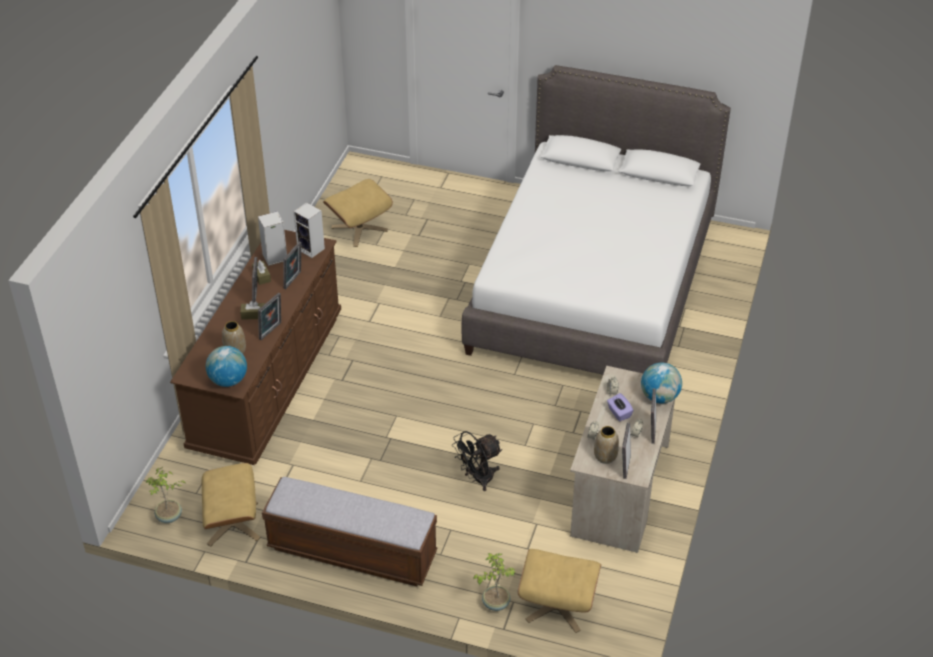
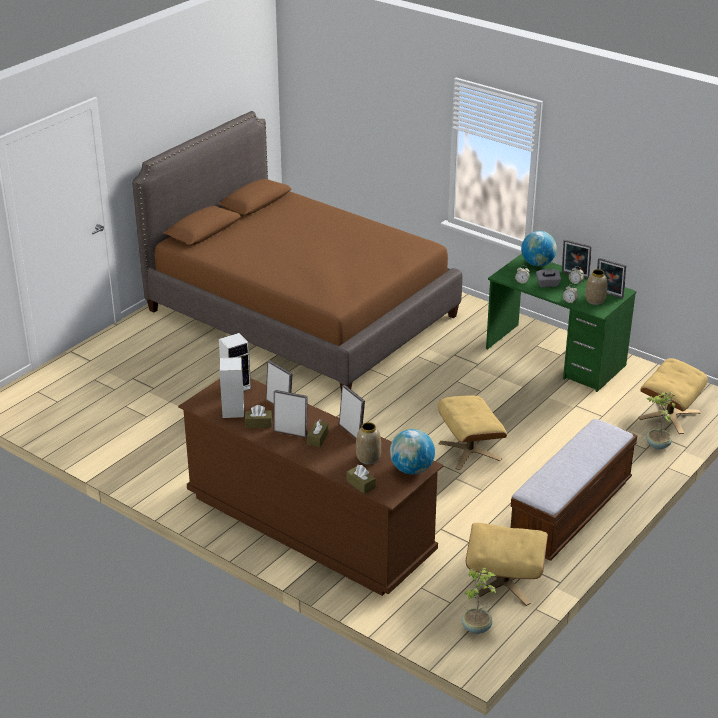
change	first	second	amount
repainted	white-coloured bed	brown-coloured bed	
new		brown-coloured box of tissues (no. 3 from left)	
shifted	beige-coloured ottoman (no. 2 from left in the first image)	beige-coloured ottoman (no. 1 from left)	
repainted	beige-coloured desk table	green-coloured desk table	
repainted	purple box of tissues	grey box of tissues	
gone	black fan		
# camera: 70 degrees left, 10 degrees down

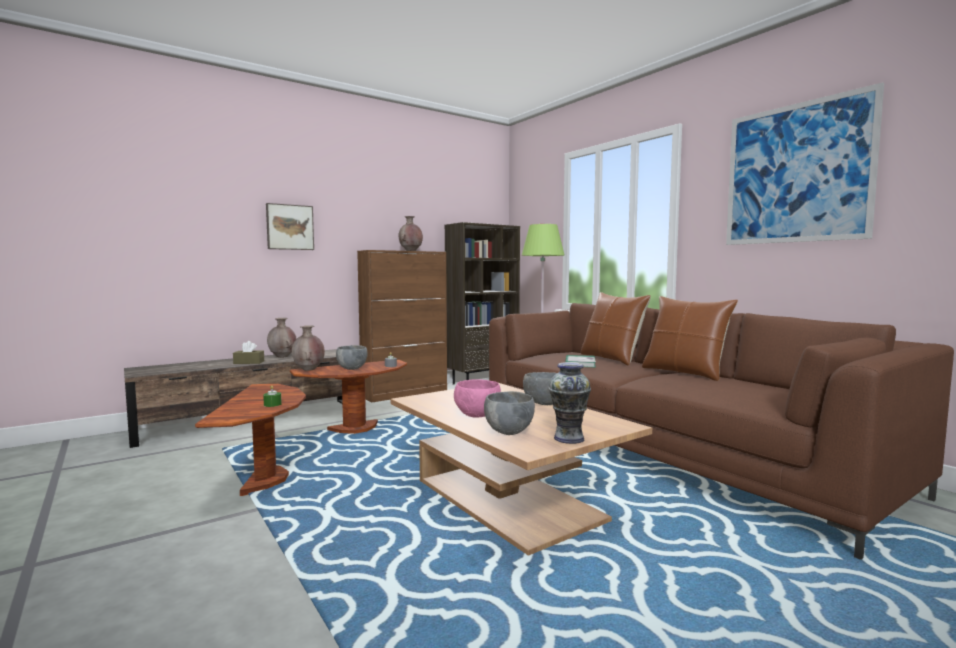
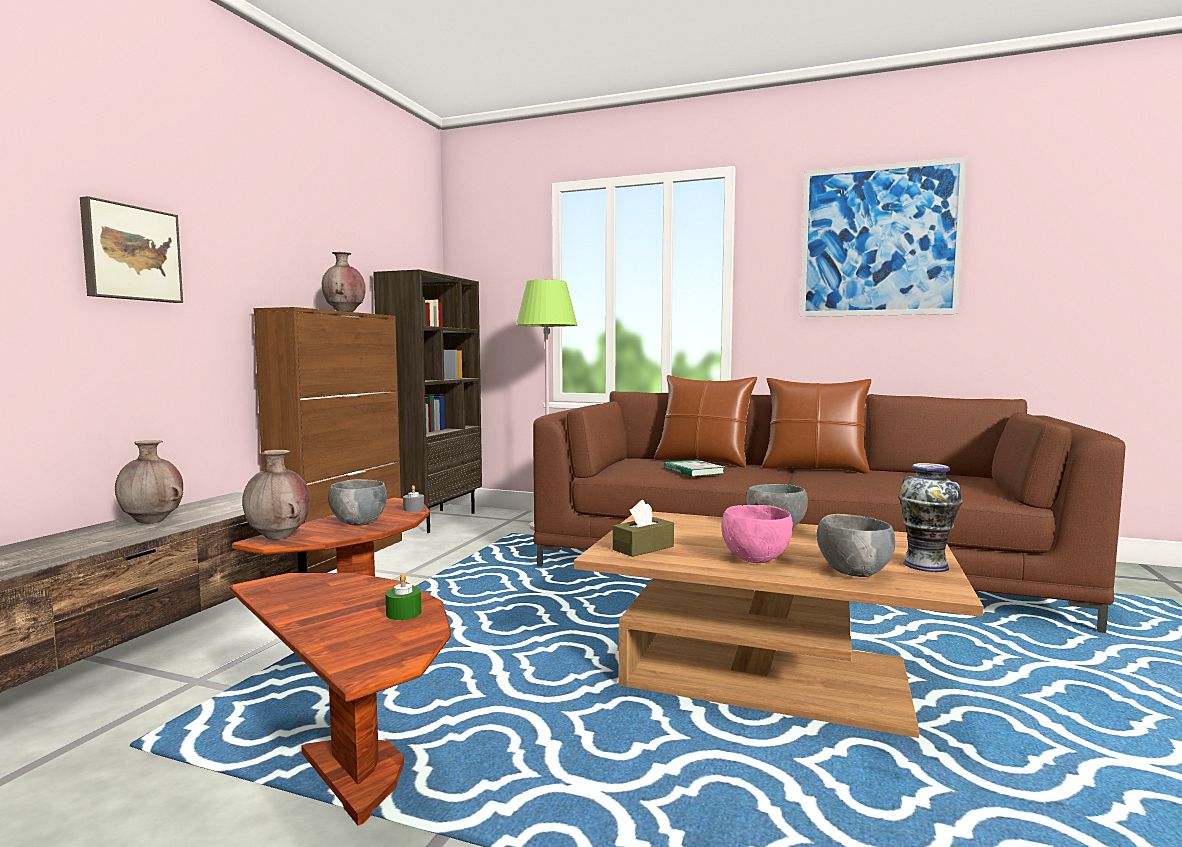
change	first	second	amount
shifted	brown-coloured box of tissues		
# camera: 35 degrees left, 0 degrees up

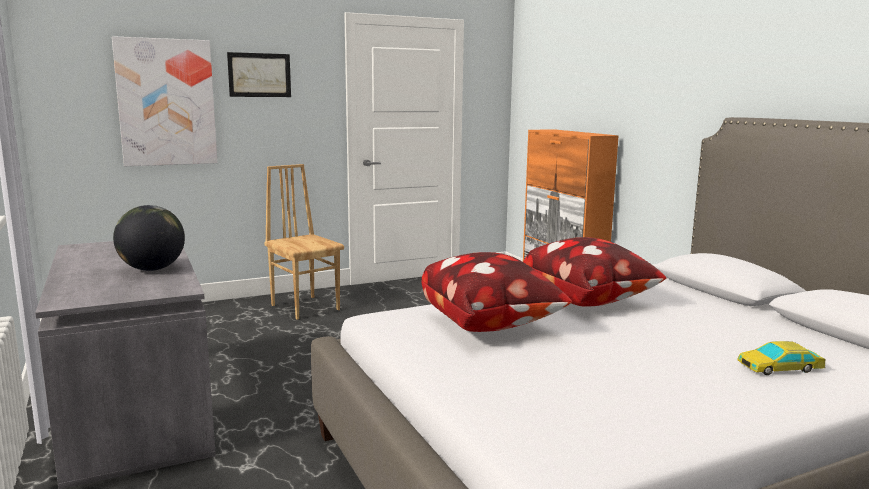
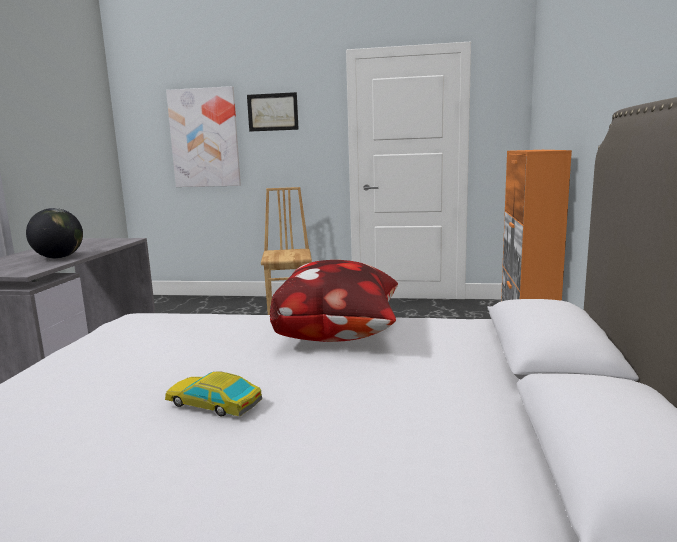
change	first	second	amount
shifted	toy car		
gone	cushion (no. 1 from left)		
# camera: 35 degrees right, 0 degrees up

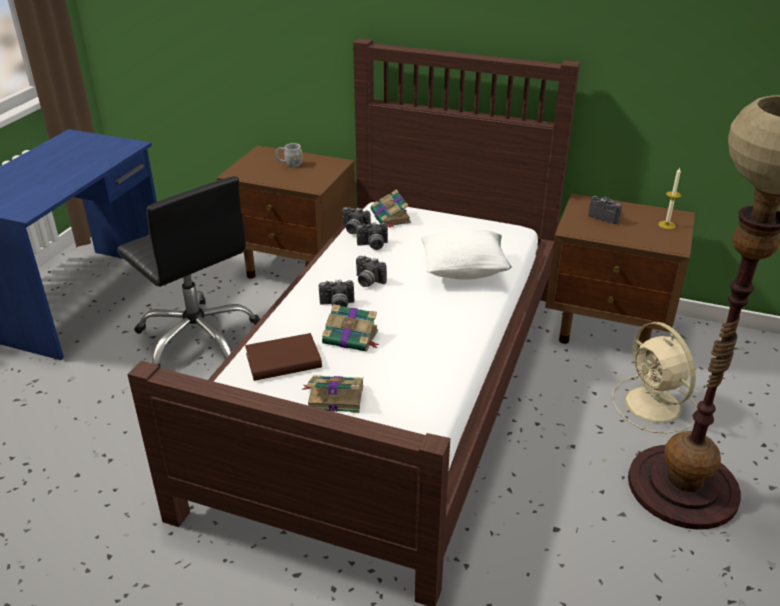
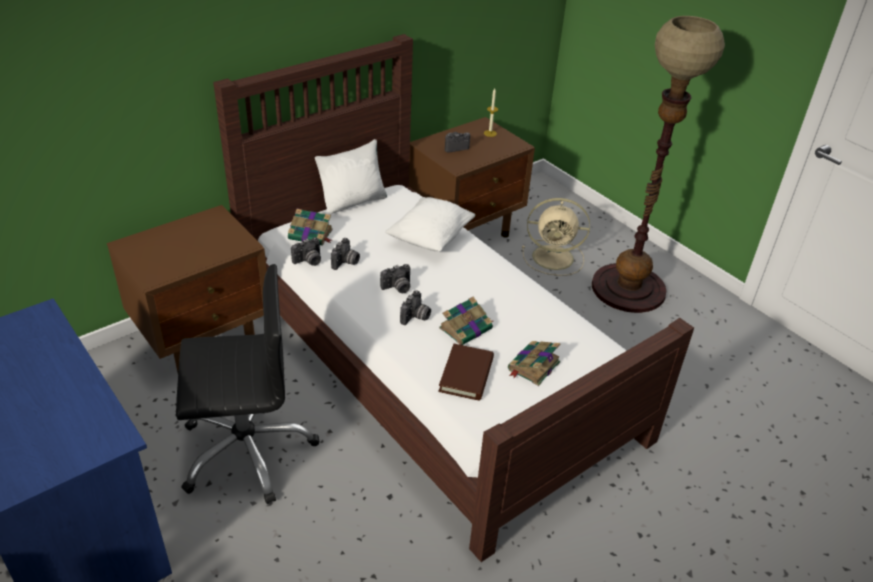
change	first	second	amount
new		white-coloured cushion (no. 1 from left)	
gone	grey coffee mug		
# camera: 60 degrees left, 5 degrees up

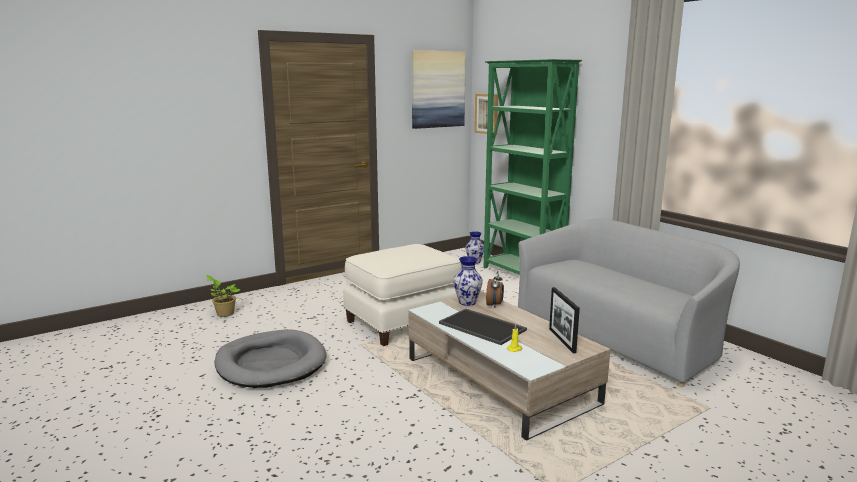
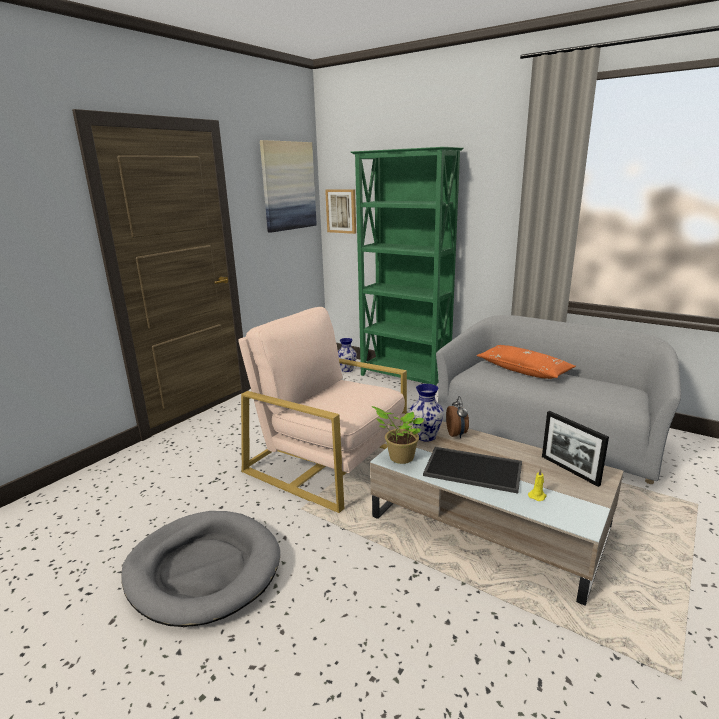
change	first	second	amount
swapped	white-coloured ottoman	beige-coloured armchair	
shifted	potted plant		
new		orange cushion	
# camera: 20 degrees left, 5 degrees up

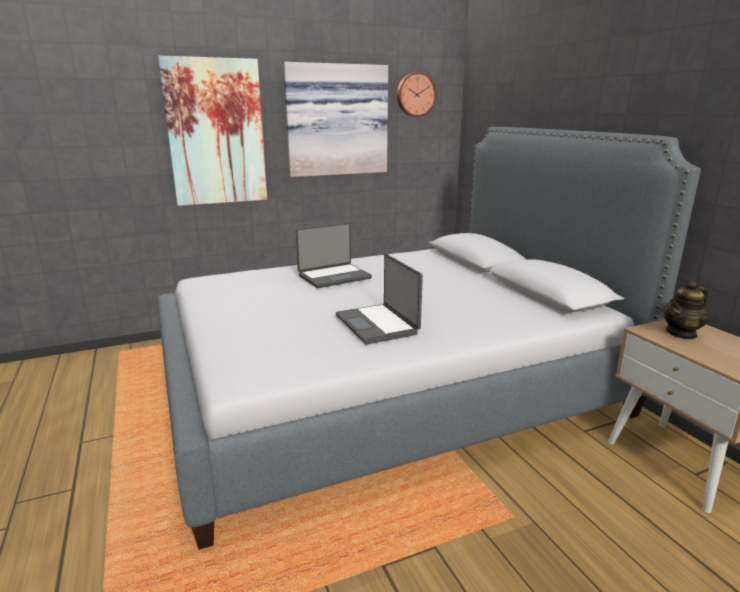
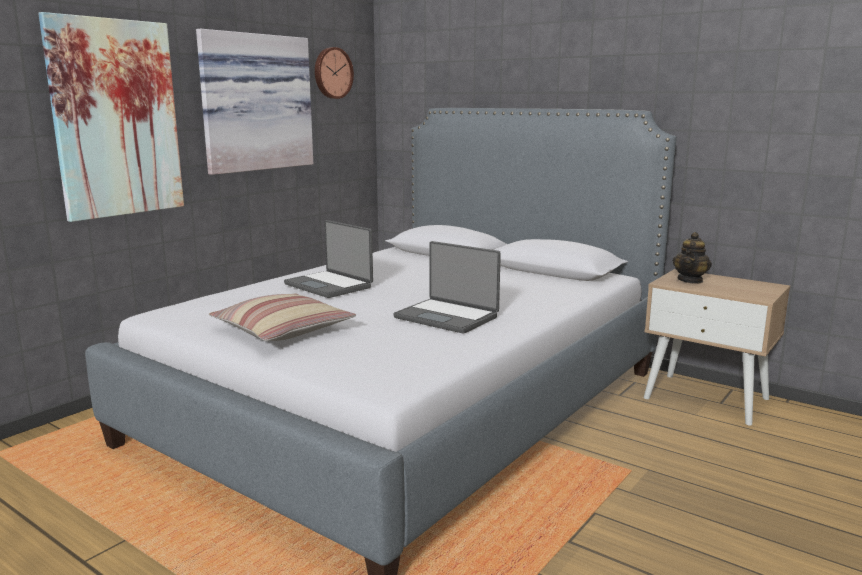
change	first	second	amount
new		cushion	
rotated	laptop (no. 1 from left)		105 degrees clockwise
# camera: 30 degrees left, 5 degrees down

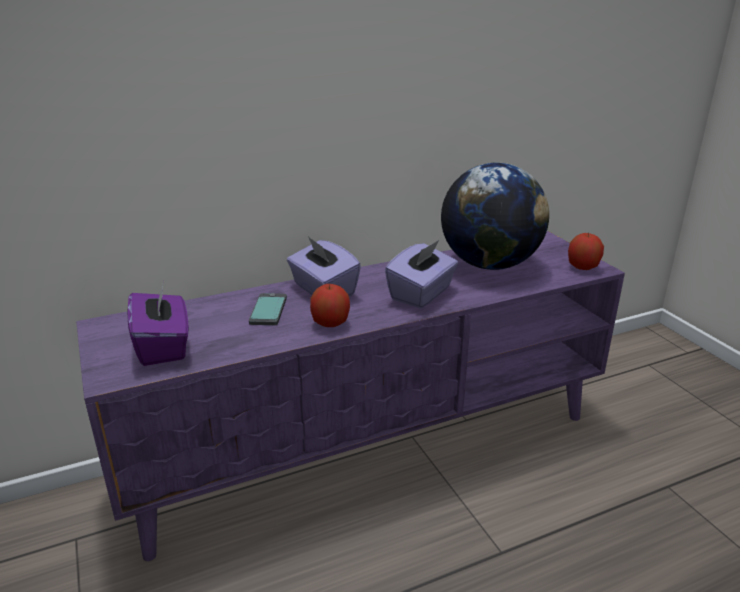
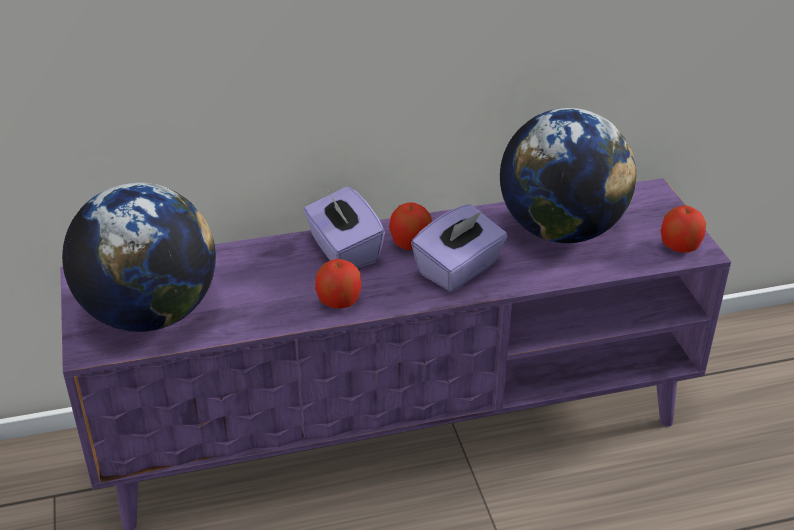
change	first	second	amount
swapped	purple box of tissues (no. 1 from left)	world globe (no. 1 from left)	
new		apple (no. 2 from left)	
gone	telephone		
# camera: 10 degrees right, 10 degrees up

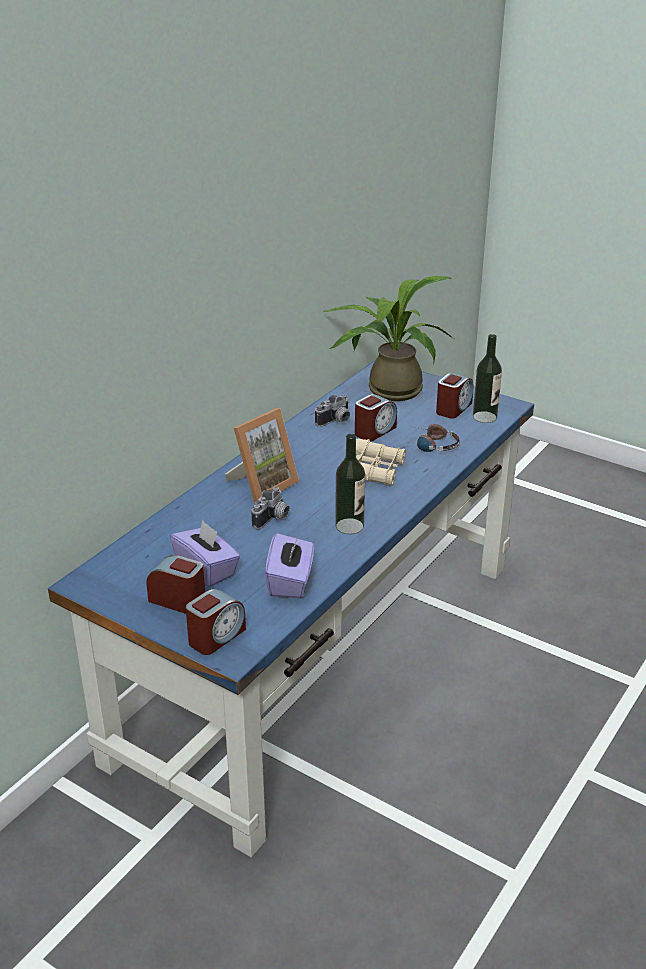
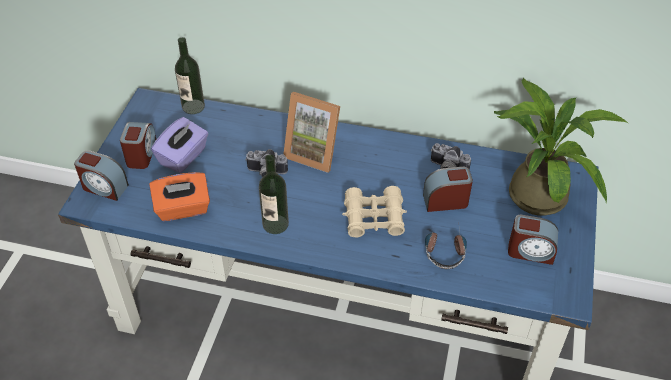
change	first	second	amount
repainted	purple box of tissues (no. 2 from left)	orange box of tissues	
shifted	drink bottle (no. 2 from left in the first image)	drink bottle (no. 1 from left)	
rotated	alarm clock (no. 3 from left)		150 degrees clockwise
# camera: 70 degrees right, 15 degrees up

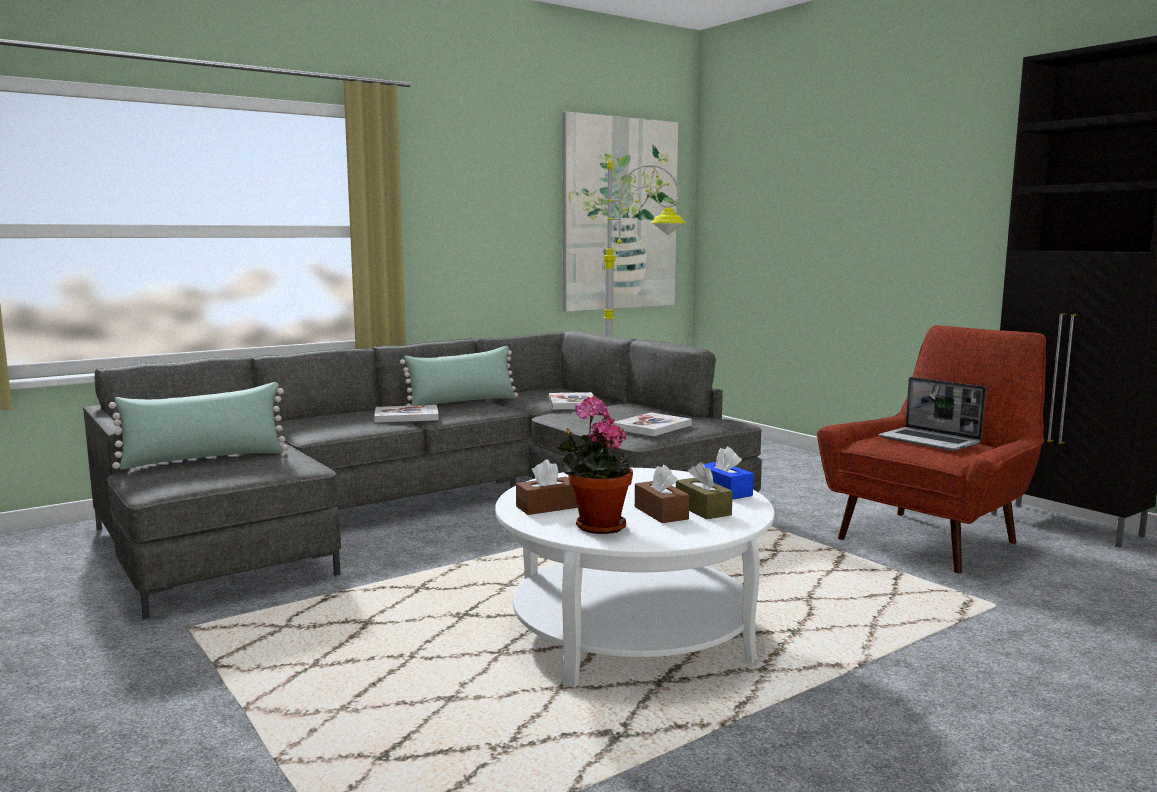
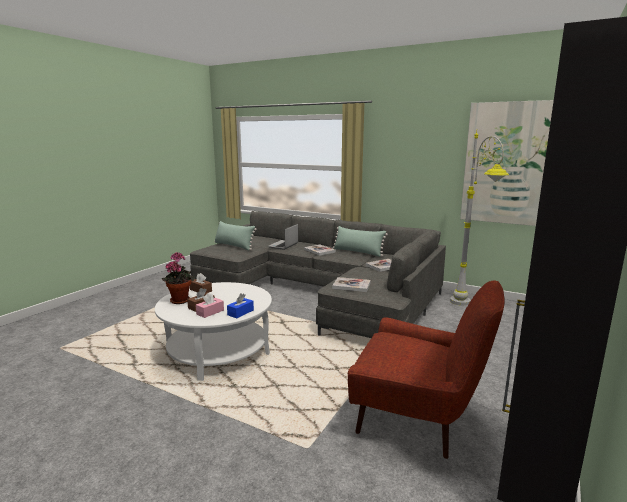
change	first	second	amount
repainted	brown-coloured box of tissues (no. 3 from left)	pink box of tissues	
shifted	laptop		
# camera: 65 degrees right, 5 degrees up

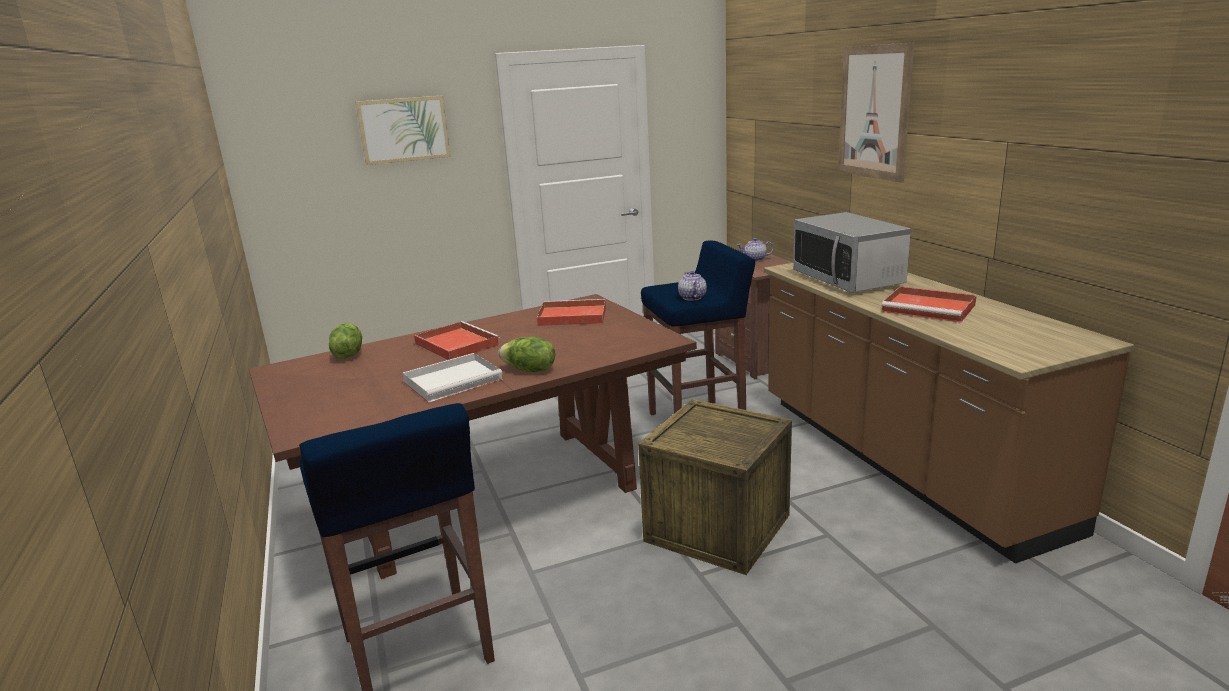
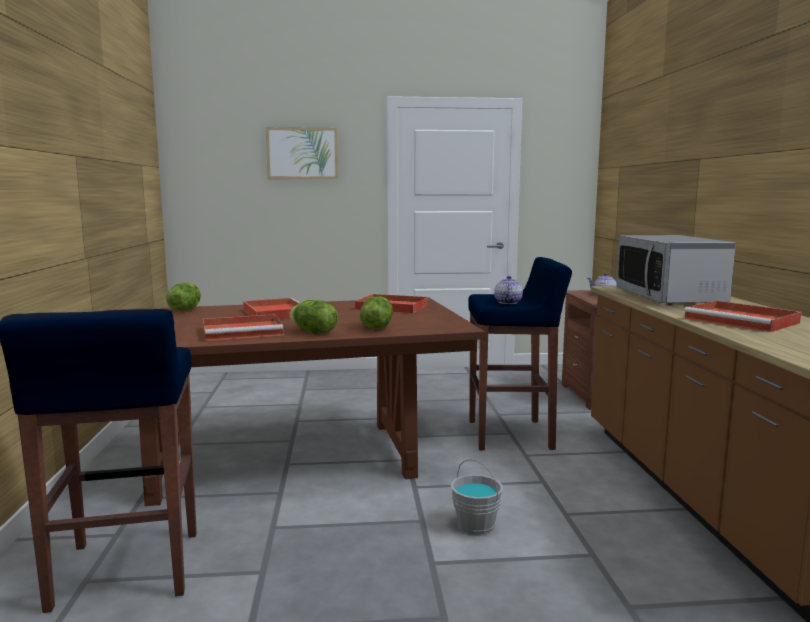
change	first	second	amount
repainted	white-coloured serving tray	red serving tray (no. 1 from left)	
new		lettuce head (no. 3 from left)	
swapped	crate	grey bucket	
gone	wall art (no. 2 from left)		
# camera: 15 degrees right, 10 degrees down

